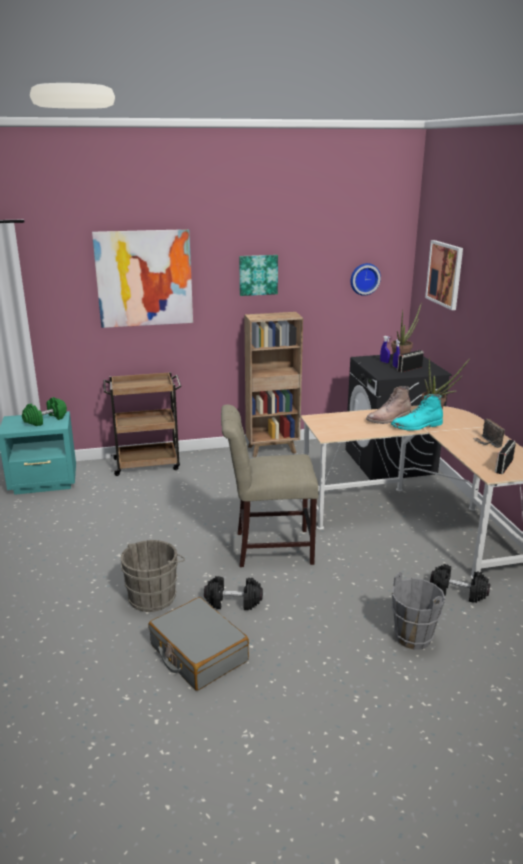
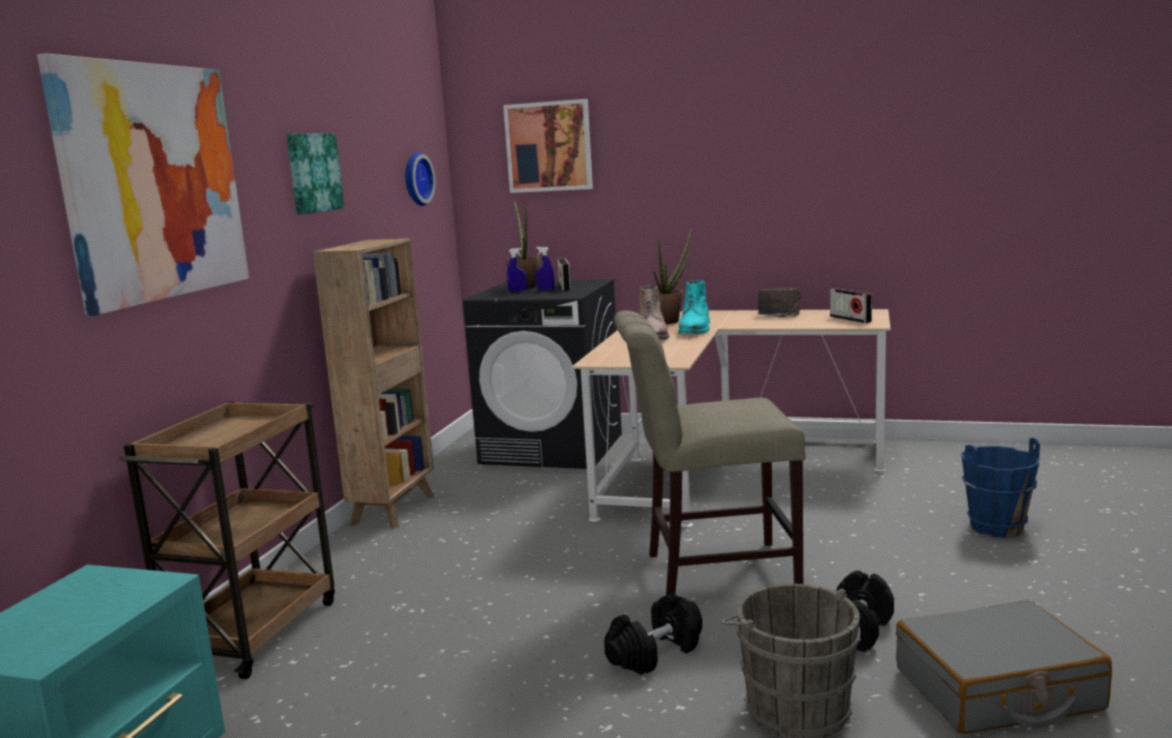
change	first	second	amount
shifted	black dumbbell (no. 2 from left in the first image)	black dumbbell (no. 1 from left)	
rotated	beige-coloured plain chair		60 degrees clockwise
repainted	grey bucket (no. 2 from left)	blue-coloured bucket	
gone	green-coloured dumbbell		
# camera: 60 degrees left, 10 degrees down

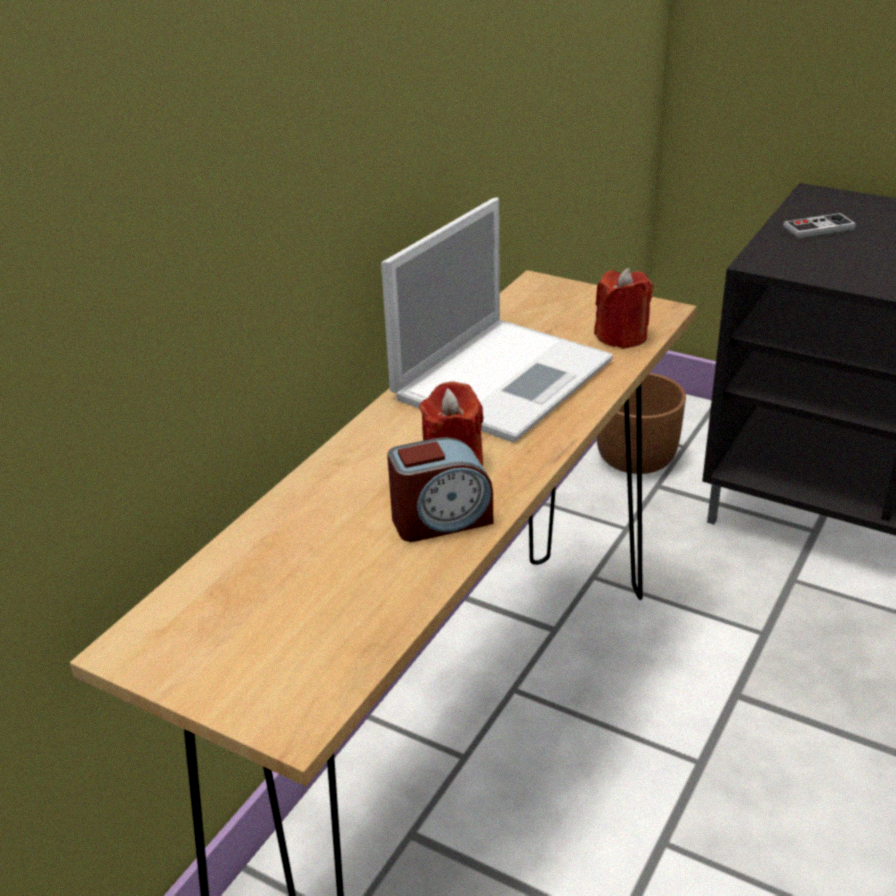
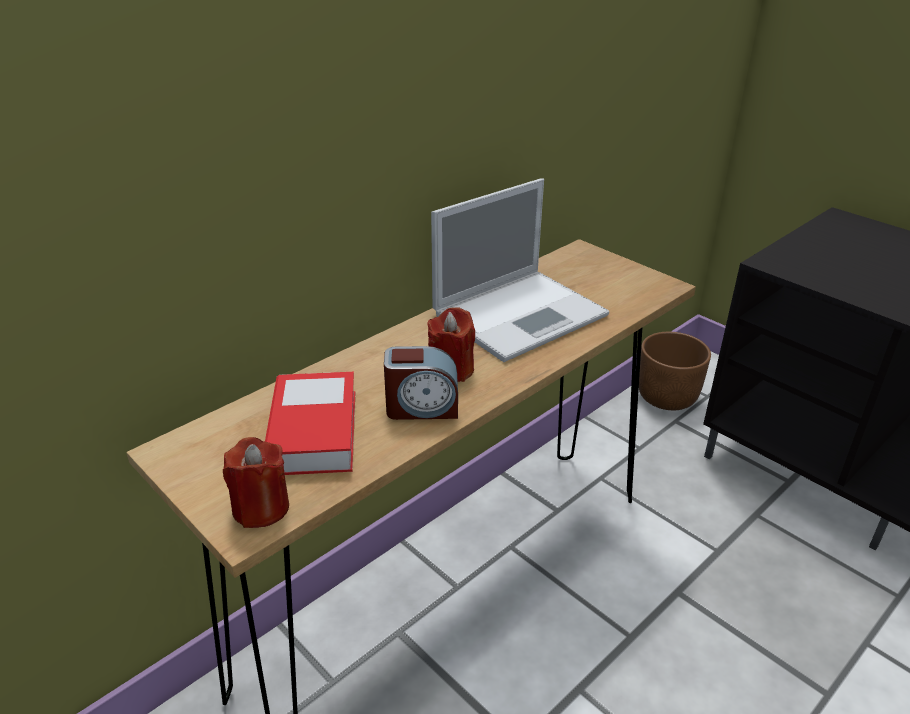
change	first	second	amount
shifted	red wax light (no. 2 from left in the first image)	red wax light (no. 1 from left)	
new		bound book	
gone	game controller		
# camera: 15 degrees right, 0 degrees up

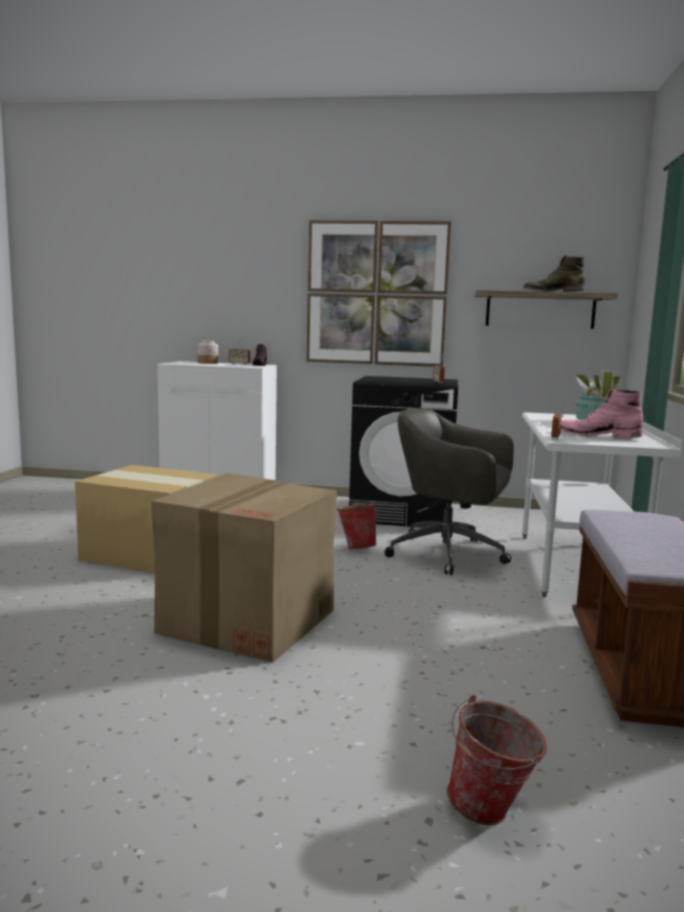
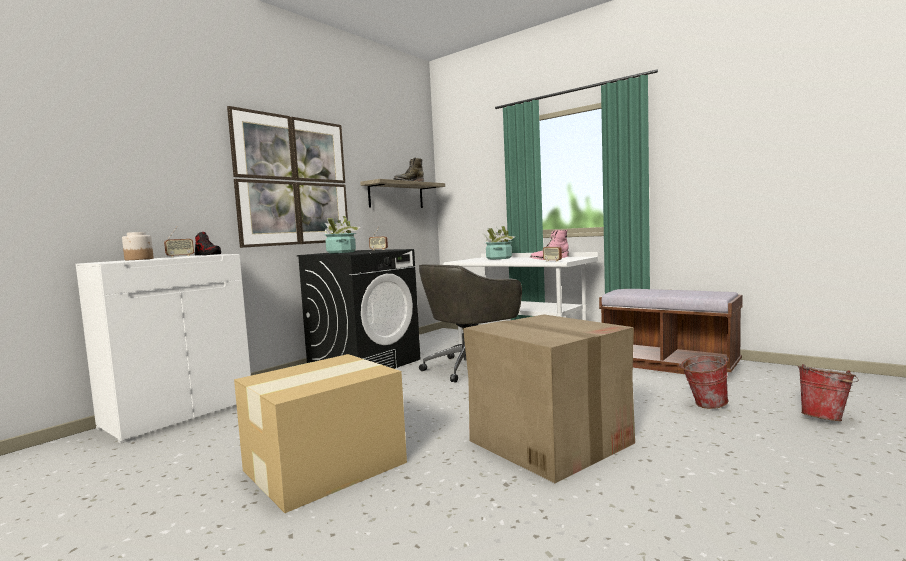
change	first	second	amount
new		potted plant (no. 1 from left)	
shifted	bucket (no. 1 from left)		
# camera: 60 degrees left, 5 degrees down

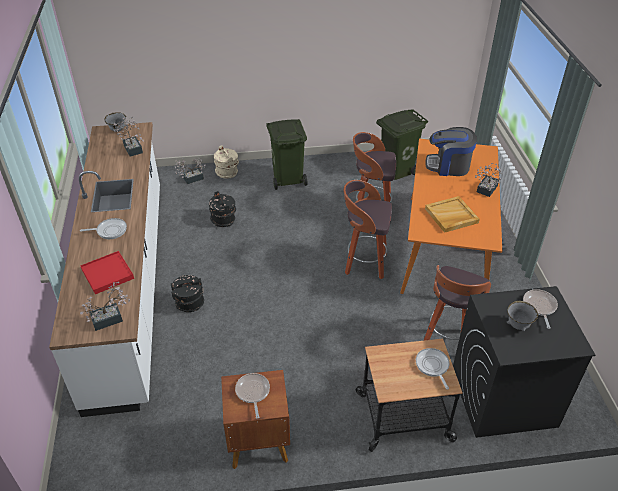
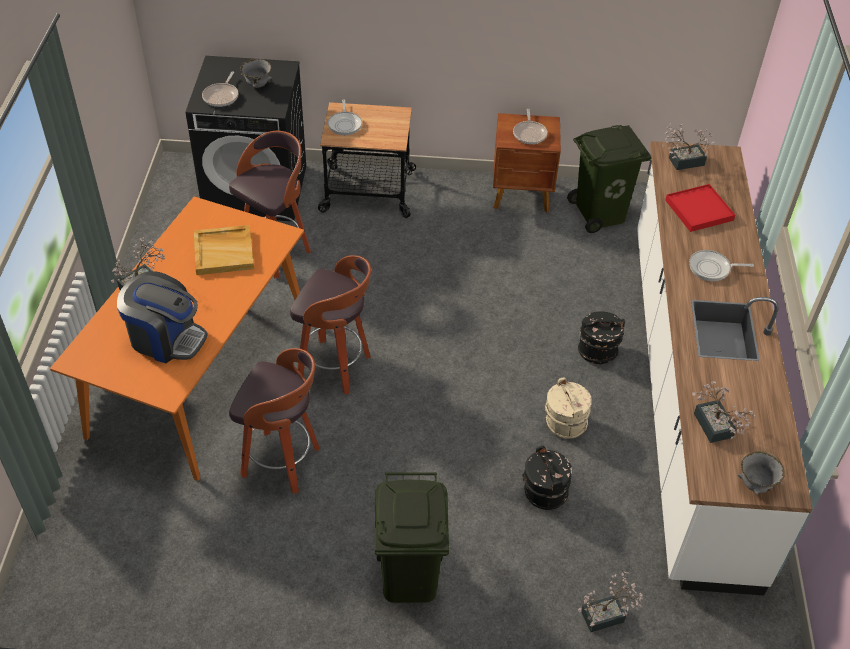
change	first	second	amount
shifted	beige-coloured bucket		
shifted	green-coloured rubbish bin (no. 2 from left)		
# camera: 170 degrees left, 5 degrees up

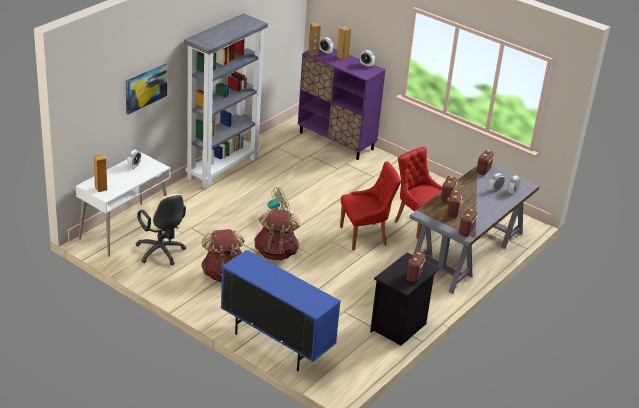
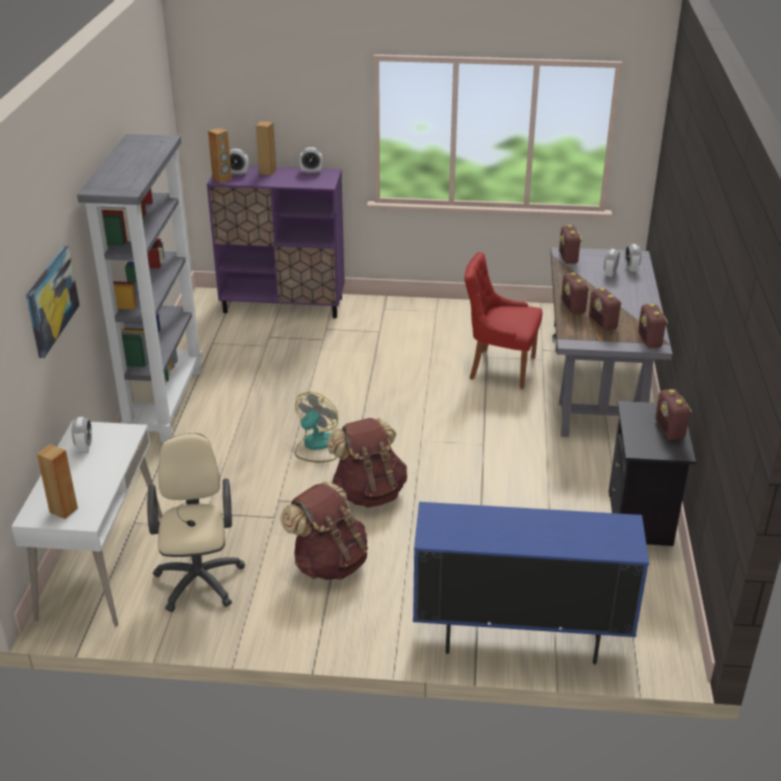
change	first	second	amount
rotated	beige-coloured desk chair		120 degrees counterclockwise
gone	red plain chair (no. 1 from left)		
# camera: 30 degrees left, 0 degrees up

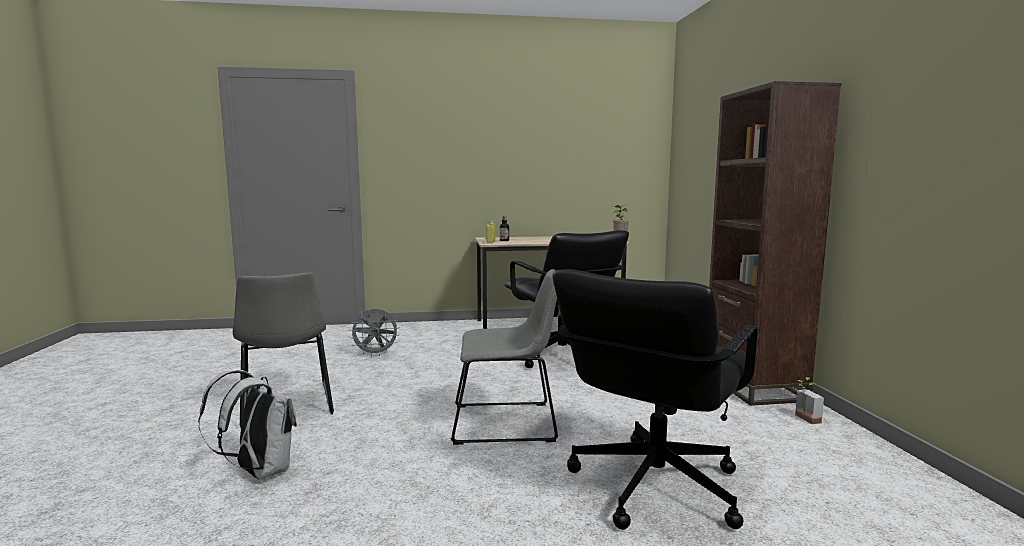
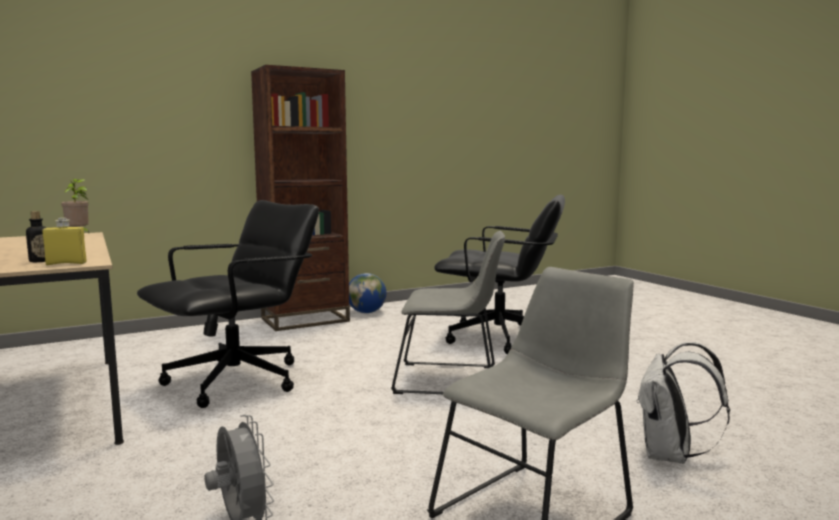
change	first	second	amount
swapped	potted plant (no. 2 from left)	world globe	
rotated	grey plain chair (no. 2 from left in the first image)	grey plain chair (no. 1 from left)	120 degrees clockwise
# camera: 110 degrees left, 0 degrees up

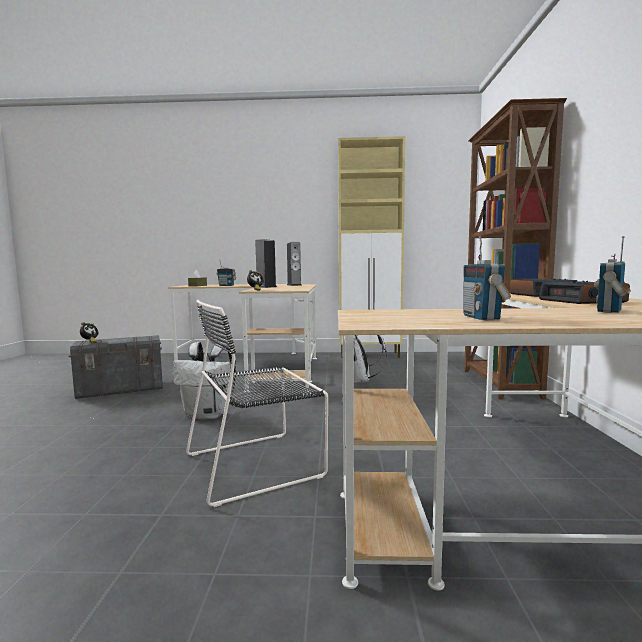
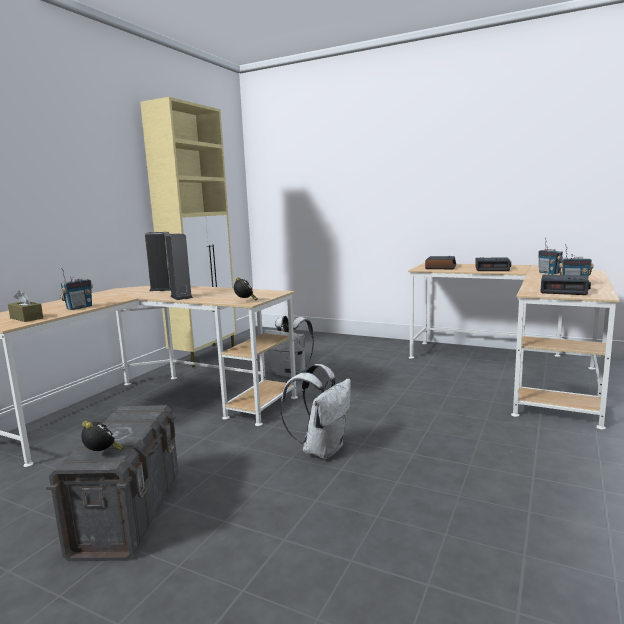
change	first	second	amount
new		alarm clock (no. 5 from left)	
gone	black plain chair		
gone	brown-coloured bookshelf		
# camera: 65 degrees left, 5 degrees up

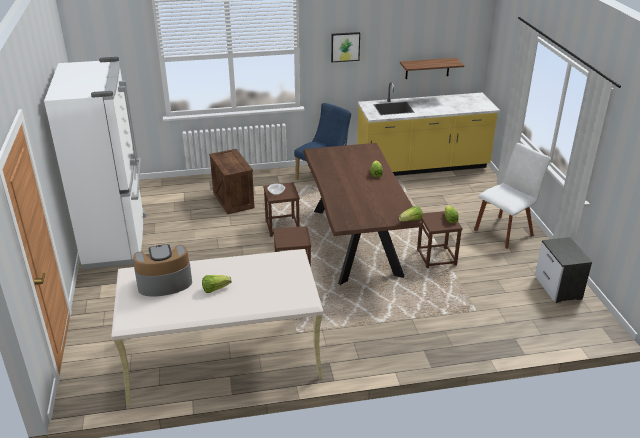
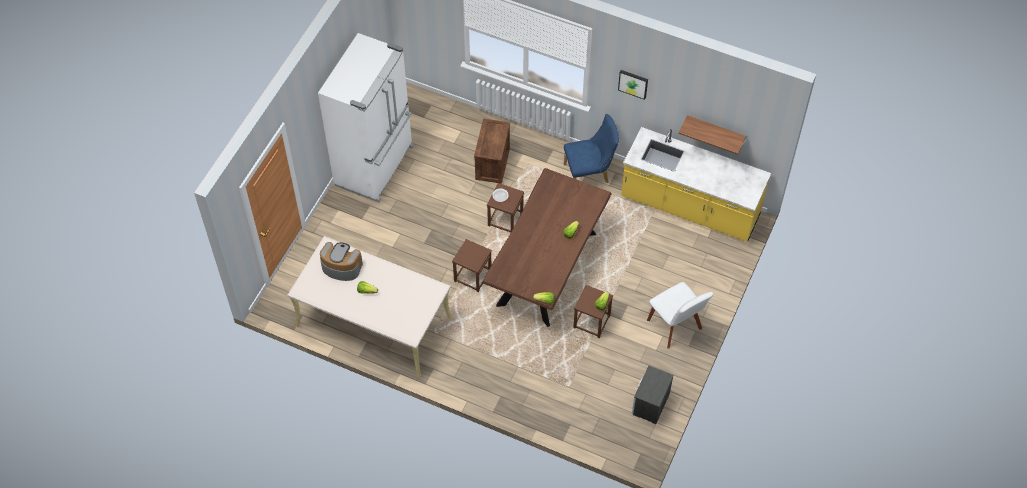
change	first	second	amount
rotated	white-coloured plain chair		60 degrees clockwise
# camera: 35 degrees right, 25 degrees up

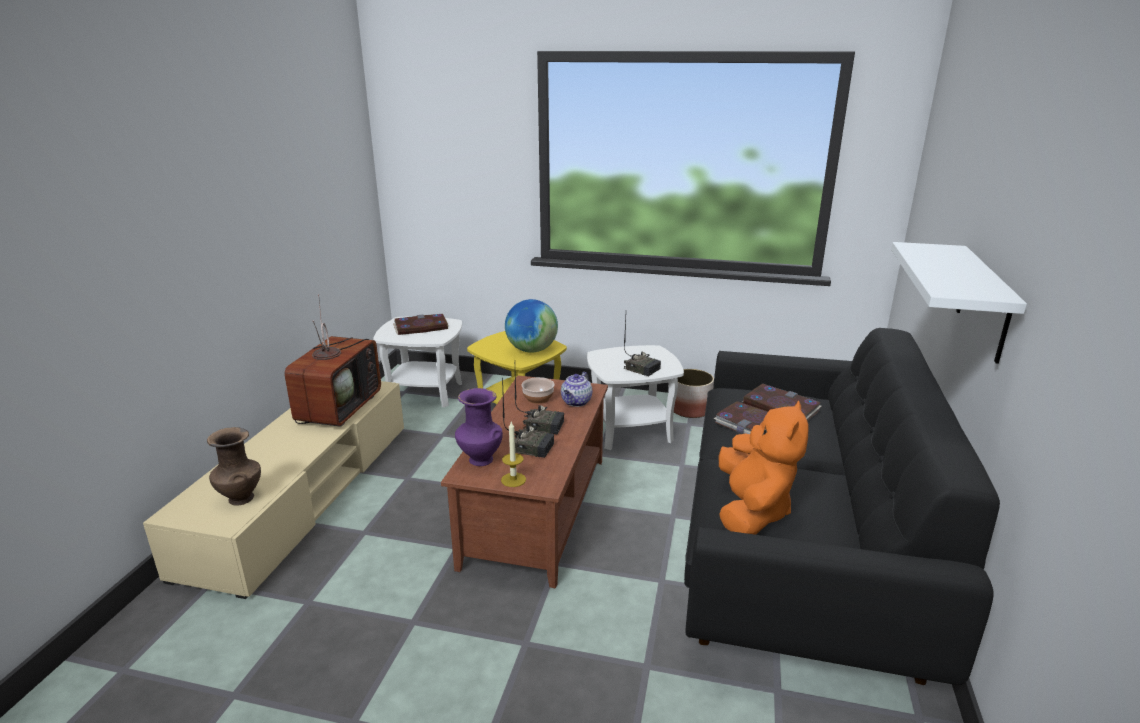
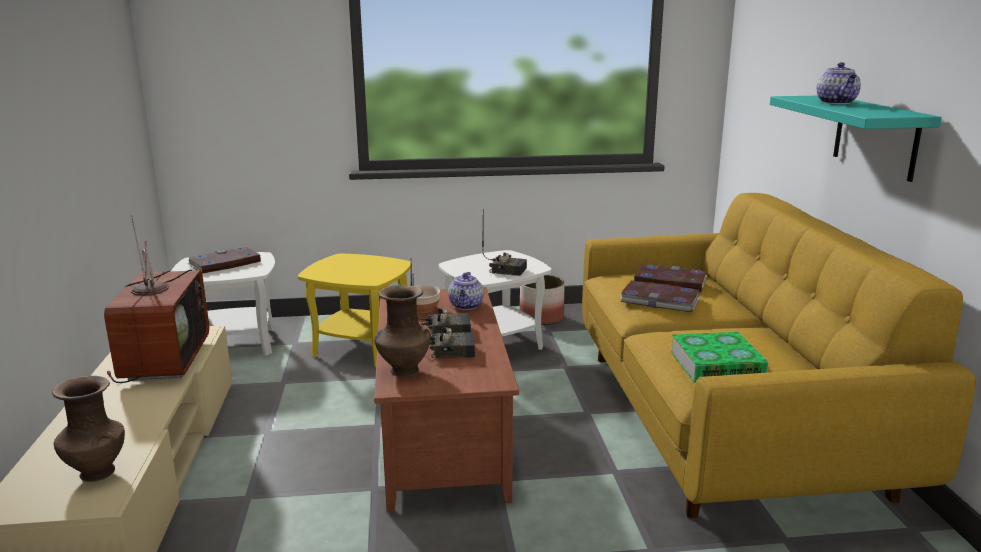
change	first	second	amount
repainted	purple flower vase	brown-coloured flower vase (no. 2 from left)	
repainted	black couch	yellowish couch	
swapped	orange plush toy	bound book (no. 4 from left)	
repainted	white-coloured wall shelf	turquoise-coloured wall shelf	
new		tea pot (no. 2 from left)	
gone	wax light		
gone	world globe		
# camera: 20 degrees left, 5 degrees down

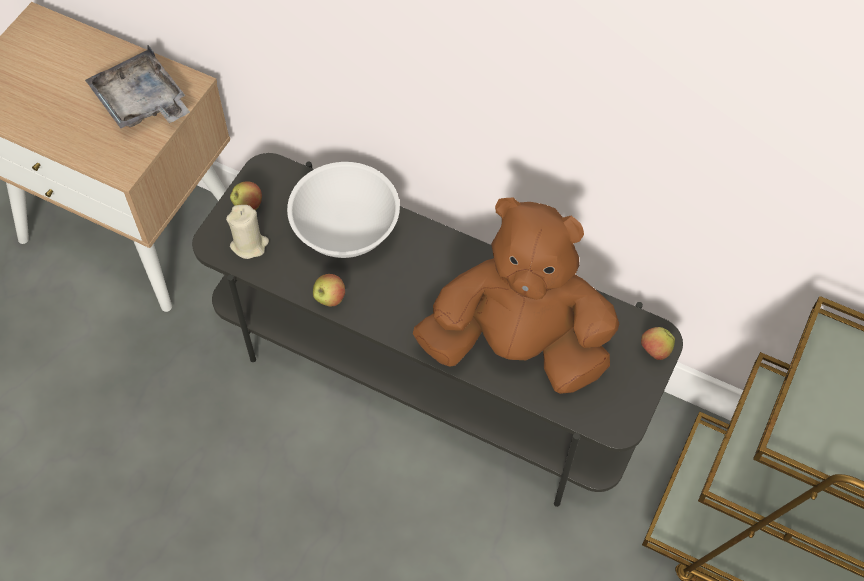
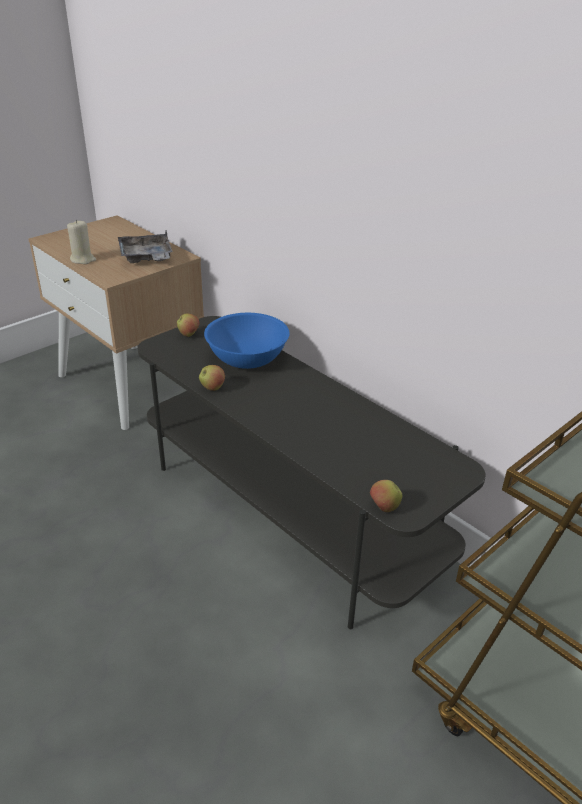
change	first	second	amount
shifted	beige-coloured wax light		
repainted	white-coloured serving bowl	blue-coloured serving bowl	
shifted	apple (no. 3 from left)		
gone	brown-coloured plush toy		
# camera: 20 degrees right, 25 degrees down

